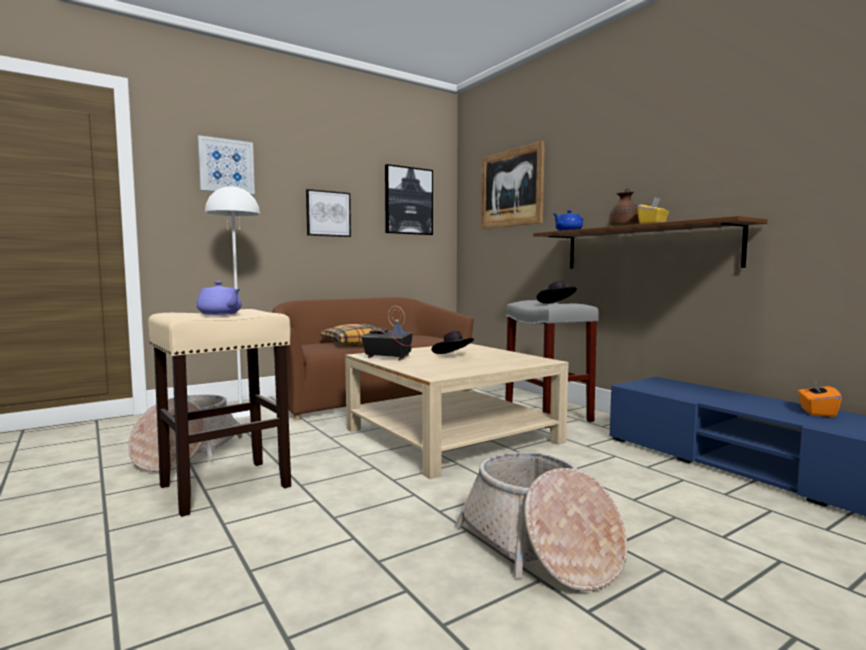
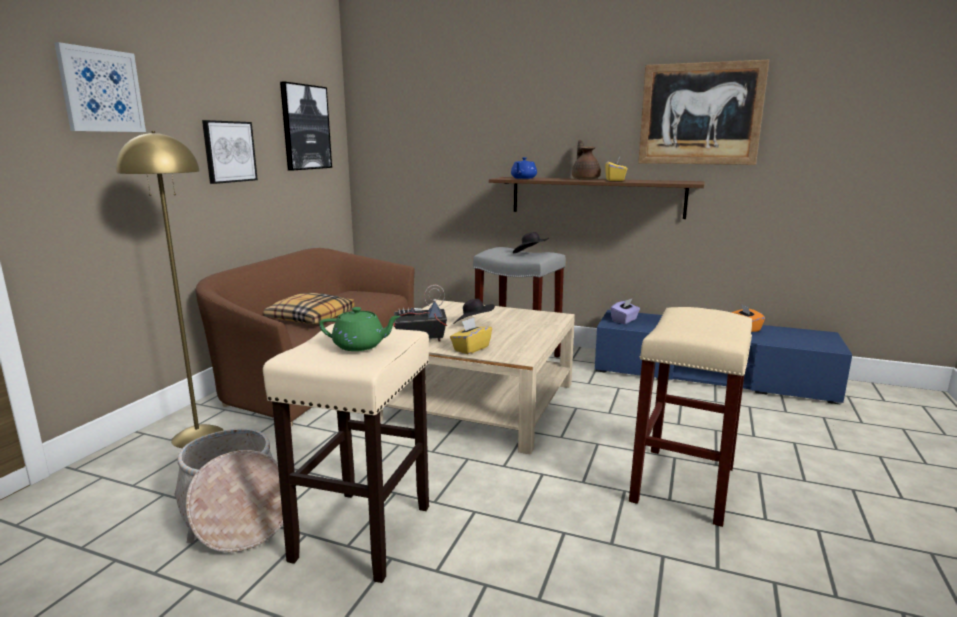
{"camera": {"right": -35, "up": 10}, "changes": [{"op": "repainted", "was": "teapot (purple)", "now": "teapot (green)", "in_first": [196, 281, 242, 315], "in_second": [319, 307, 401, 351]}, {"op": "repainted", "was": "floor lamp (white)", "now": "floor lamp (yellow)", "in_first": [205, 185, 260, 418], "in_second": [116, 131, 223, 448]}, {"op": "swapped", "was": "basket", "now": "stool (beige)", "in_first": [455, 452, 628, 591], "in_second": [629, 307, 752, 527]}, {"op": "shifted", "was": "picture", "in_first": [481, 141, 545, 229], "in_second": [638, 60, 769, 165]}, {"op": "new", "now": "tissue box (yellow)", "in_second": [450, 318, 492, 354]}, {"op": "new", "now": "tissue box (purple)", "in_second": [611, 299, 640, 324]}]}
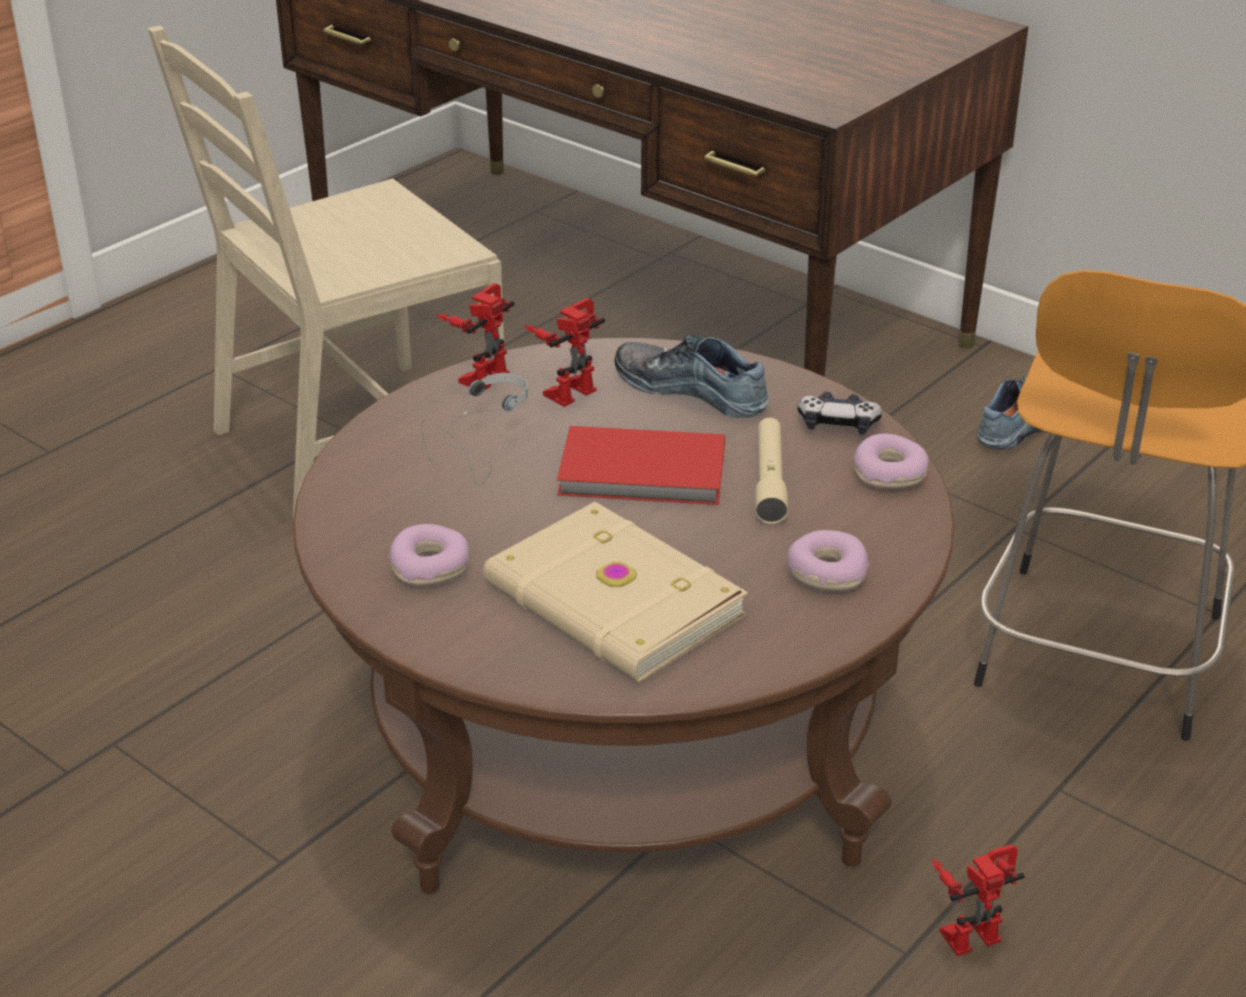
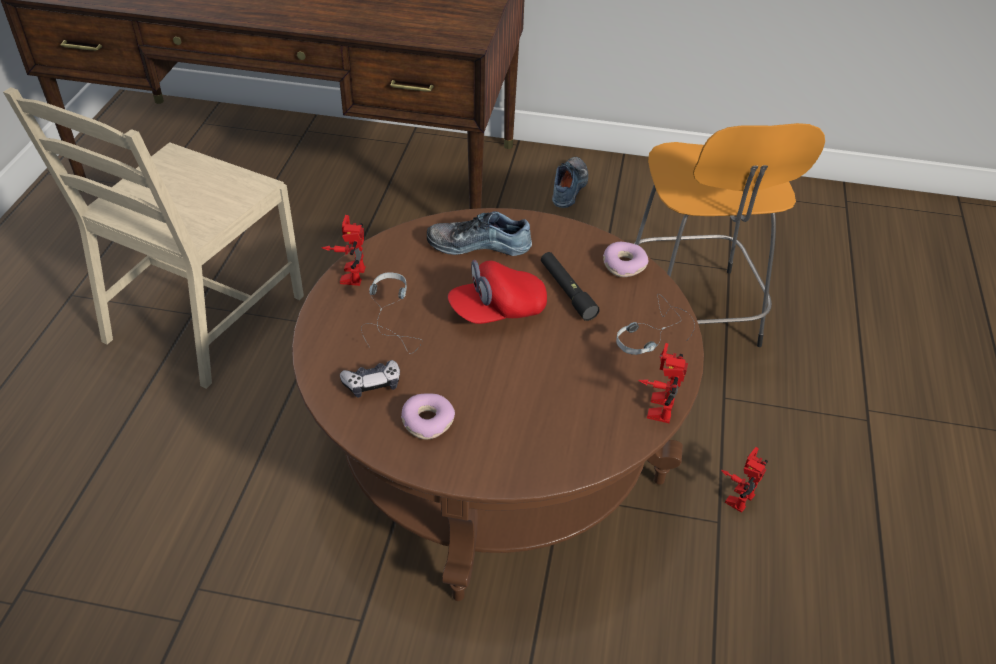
{"camera": {"right": -30, "up": 10}, "changes": [{"op": "gone", "was": "book (beige)", "in_first": [483, 502, 748, 683]}, {"op": "shifted", "was": "toy robot", "in_first": [524, 298, 605, 407], "in_second": [638, 343, 688, 423]}, {"op": "swapped", "was": "book (red)", "now": "cap (red)", "in_first": [557, 426, 725, 505], "in_second": [448, 260, 547, 324]}, {"op": "repainted", "was": "flashlight (beige)", "now": "flashlight (black)", "in_first": [755, 418, 788, 524], "in_second": [541, 252, 600, 321]}, {"op": "swapped", "was": "donut", "now": "headphones", "in_first": [787, 530, 869, 591], "in_second": [616, 301, 695, 355]}, {"op": "shifted", "was": "game controller", "in_first": [797, 391, 882, 435], "in_second": [340, 360, 400, 398]}]}
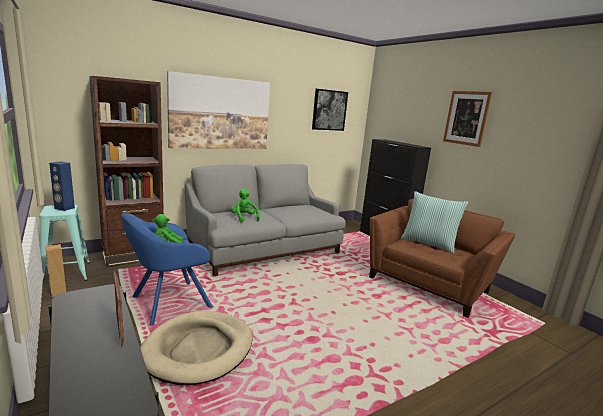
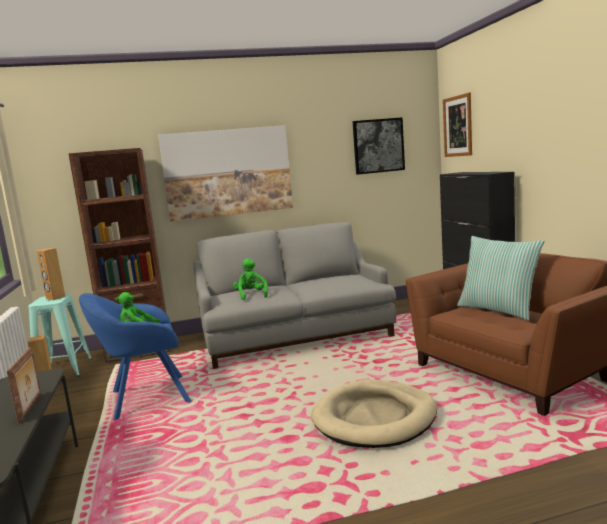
{"camera": {"right": 20, "up": -5}, "changes": [{"op": "repainted", "was": "speaker (blue)", "now": "speaker (brown)", "in_first": [49, 161, 75, 211], "in_second": [37, 248, 65, 300]}, {"op": "shifted", "was": "dog bed (beige)", "in_first": [140, 311, 252, 385], "in_second": [311, 379, 437, 448]}, {"op": "shifted", "was": "picture", "in_first": [443, 91, 492, 147], "in_second": [443, 93, 472, 157]}]}
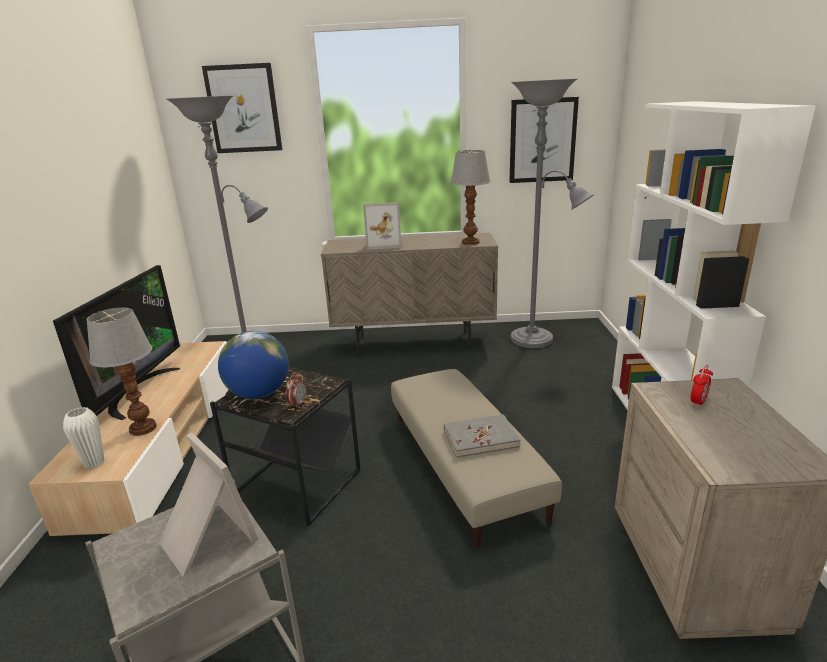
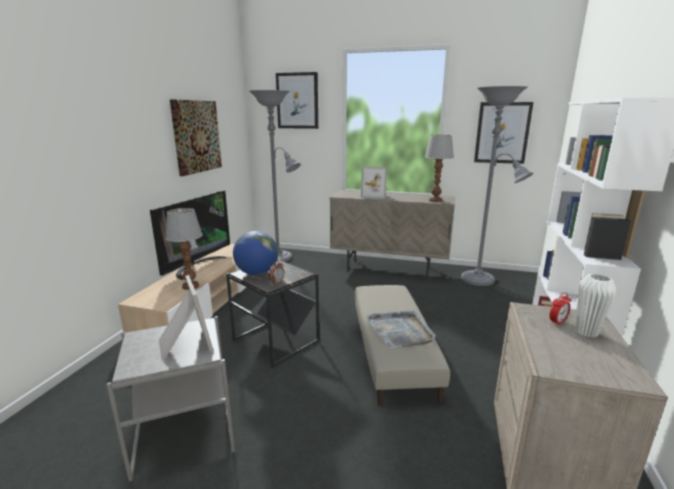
{"camera": {"right": 15, "up": -5}, "changes": [{"op": "shifted", "was": "vase (white)", "in_first": [63, 407, 104, 468], "in_second": [576, 274, 616, 338]}, {"op": "swapped", "was": "book (grey)", "now": "tray (grey)", "in_first": [444, 415, 521, 458], "in_second": [366, 310, 436, 348]}, {"op": "new", "now": "picture", "in_second": [170, 99, 222, 176]}]}
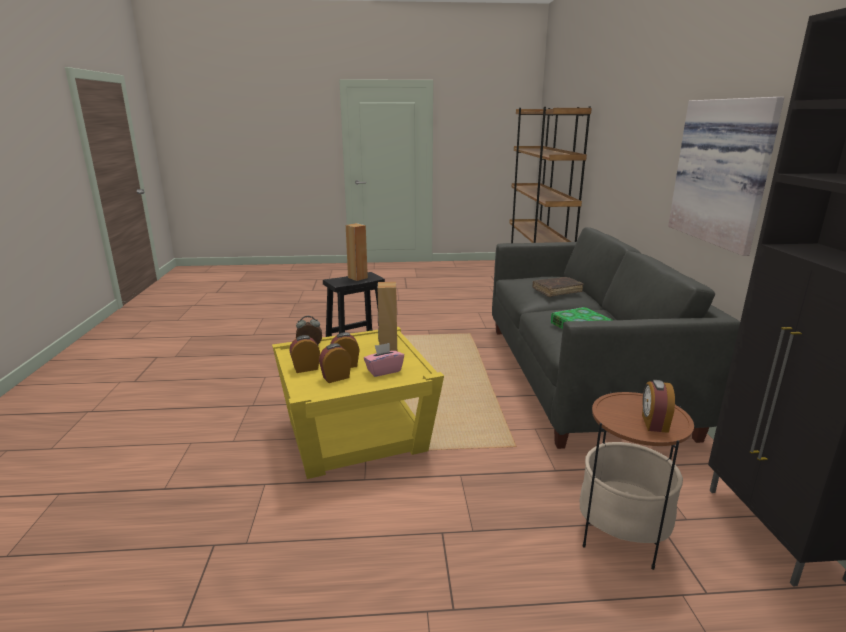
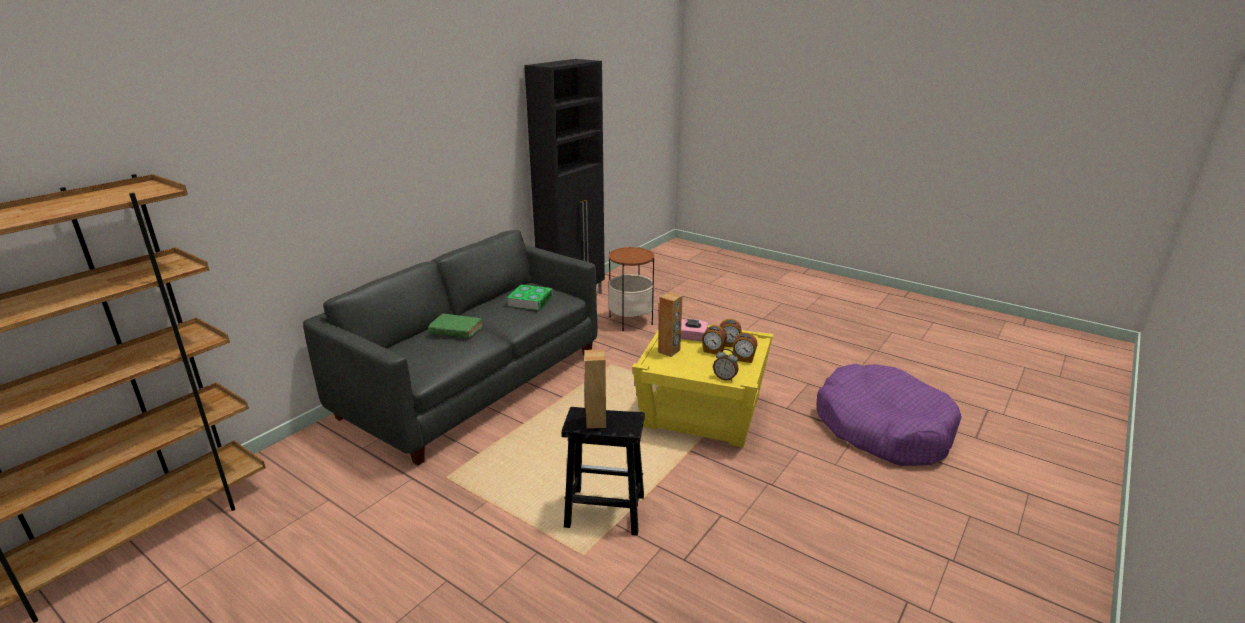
{"camera": {"right": -140, "up": 5}, "changes": [{"op": "repainted", "was": "book (brown)", "now": "book (green)", "in_first": [533, 277, 583, 297], "in_second": [428, 314, 482, 338]}, {"op": "gone", "was": "alarm clock", "in_first": [642, 380, 675, 433]}, {"op": "gone", "was": "picture", "in_first": [668, 97, 784, 256]}, {"op": "new", "now": "dog bed (purple)", "in_second": [817, 364, 962, 466]}]}
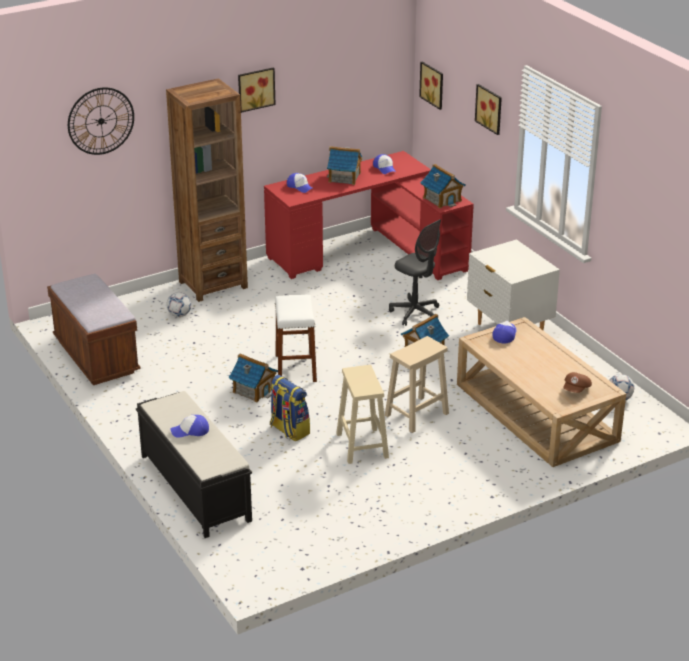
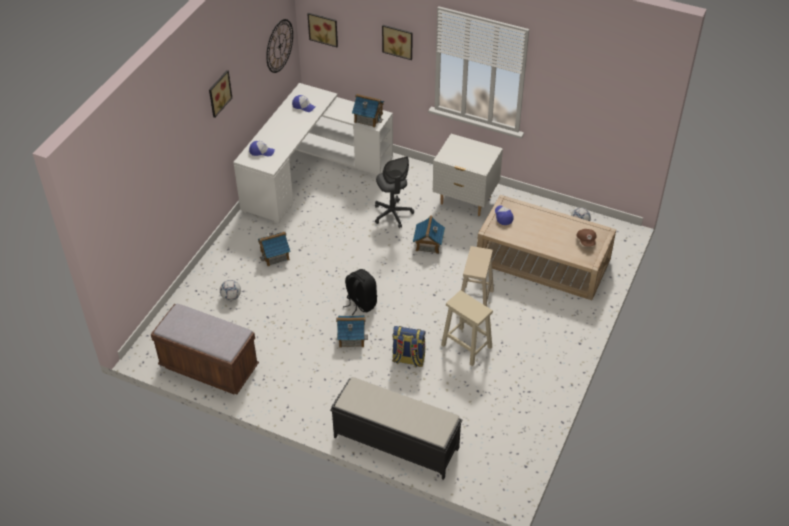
{"camera": {"right": -35, "up": 15}, "changes": [{"op": "shifted", "was": "wall clock", "in_first": [68, 87, 134, 155], "in_second": [266, 19, 293, 73]}, {"op": "gone", "was": "bookcase (brown)", "in_first": [166, 78, 248, 302]}, {"op": "gone", "was": "cap", "in_first": [170, 415, 209, 438]}, {"op": "repainted", "was": "desk (red)", "now": "desk (white)", "in_first": [264, 151, 474, 280], "in_second": [233, 83, 393, 224]}, {"op": "swapped", "was": "stool (white)", "now": "backpack (black)", "in_first": [275, 295, 317, 382], "in_second": [343, 269, 377, 316]}, {"op": "shifted", "was": "toy house", "in_first": [327, 146, 363, 185], "in_second": [258, 232, 290, 266]}, {"op": "rotated", "was": "office chair (grey)", "in_first": [389, 219, 441, 326], "in_second": [375, 156, 414, 228], "clockwise": 60}]}
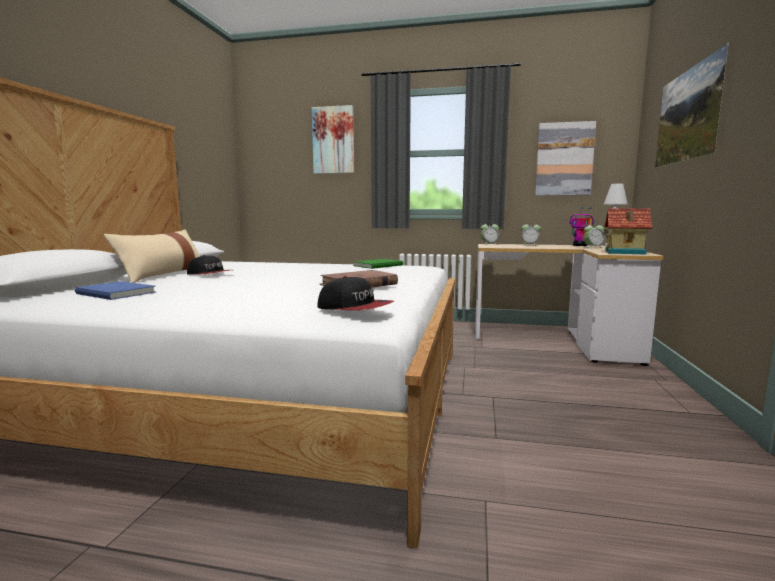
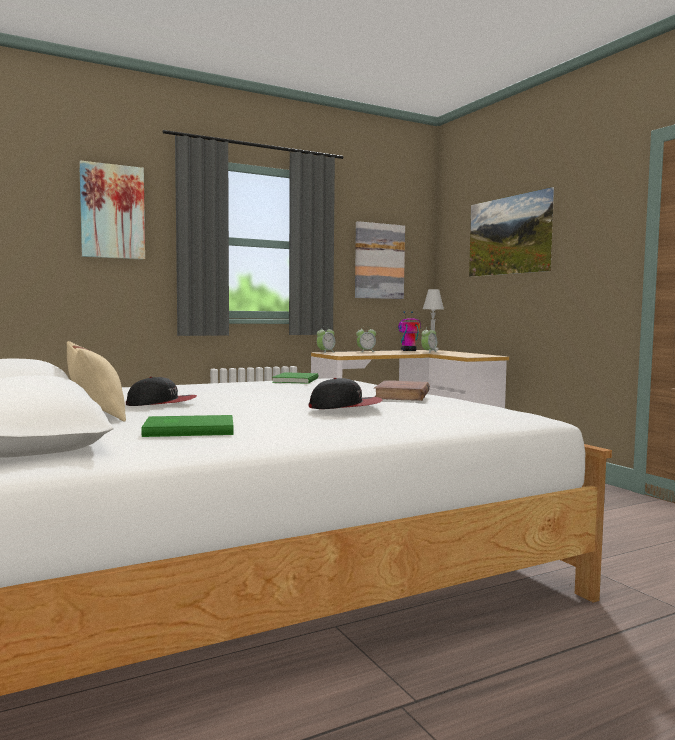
{"camera": {"right": -40, "up": -5}, "changes": [{"op": "repainted", "was": "book (blue)", "now": "book (green)", "in_first": [75, 281, 156, 300], "in_second": [141, 415, 234, 437]}, {"op": "shifted", "was": "cap", "in_first": [318, 276, 394, 310], "in_second": [309, 378, 382, 409]}, {"op": "gone", "was": "toy house", "in_first": [604, 208, 652, 254]}]}
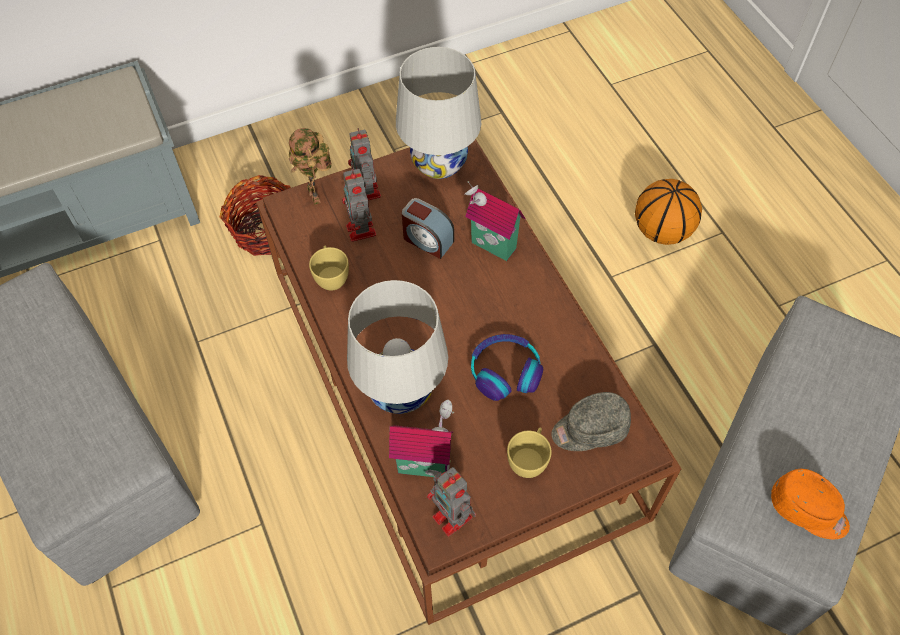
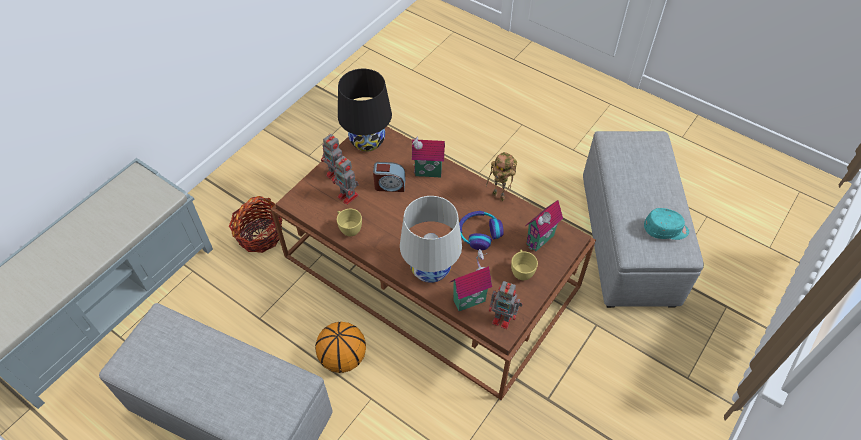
{"camera": {"right": -30, "up": -5}, "changes": [{"op": "shifted", "was": "toy robot", "in_first": [289, 128, 332, 205], "in_second": [486, 152, 517, 201]}, {"op": "repainted", "was": "table lamp (white)", "now": "table lamp (black)", "in_first": [396, 47, 481, 179], "in_second": [338, 69, 392, 152]}, {"op": "swapped", "was": "cap (grey)", "now": "toy house", "in_first": [551, 392, 631, 451], "in_second": [525, 200, 563, 252]}, {"op": "shifted", "was": "basketball", "in_first": [635, 179, 702, 245], "in_second": [315, 322, 366, 373]}, {"op": "repainted", "was": "cap (orange)", "now": "cap (turquoise)", "in_first": [771, 469, 850, 539], "in_second": [644, 208, 689, 240]}]}
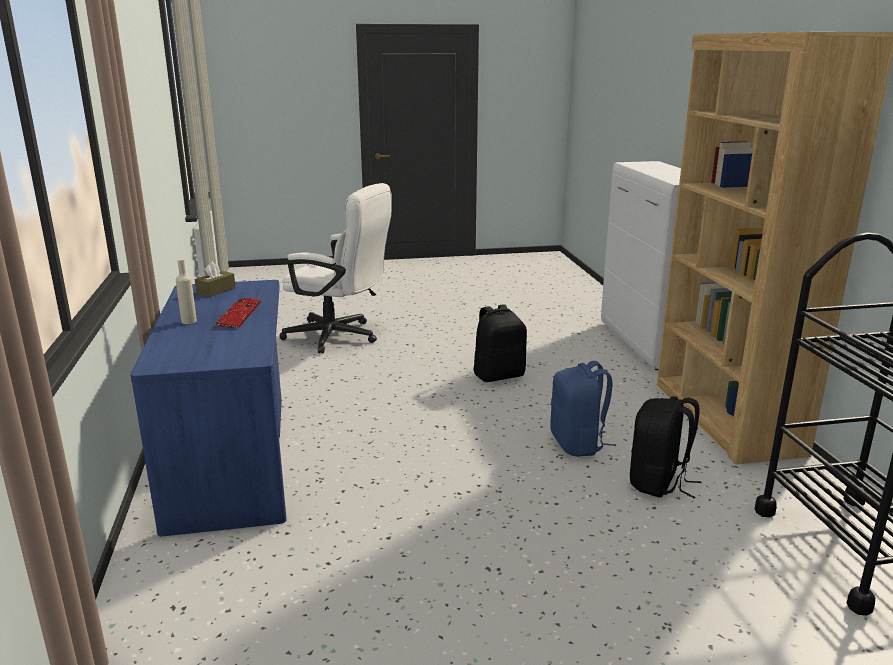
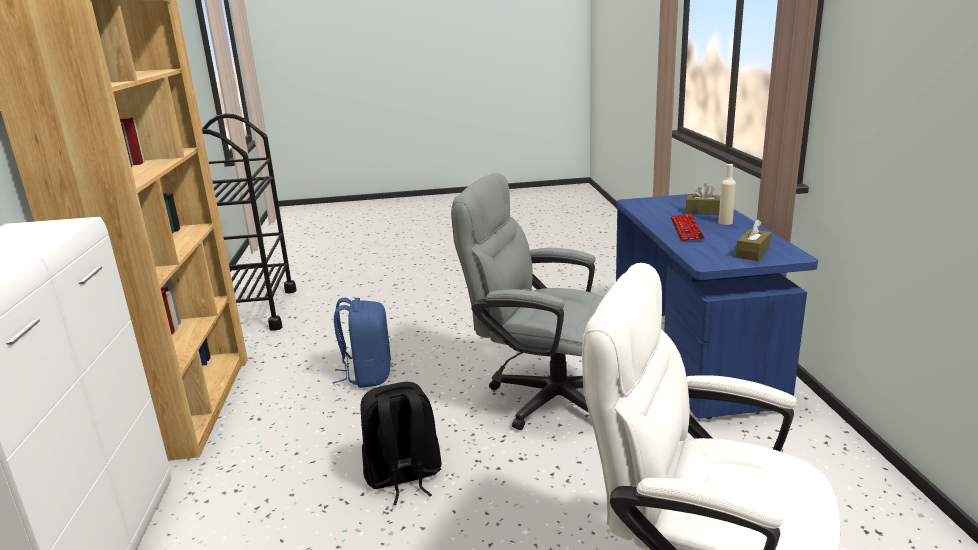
{"camera": {"right": -175, "up": 0}, "changes": [{"op": "gone", "was": "backpack (black)", "in_first": [630, 396, 702, 499]}, {"op": "new", "now": "office chair (grey)", "in_second": [451, 173, 604, 430]}, {"op": "new", "now": "tissue box (brown)", "in_second": [686, 183, 720, 215]}]}
